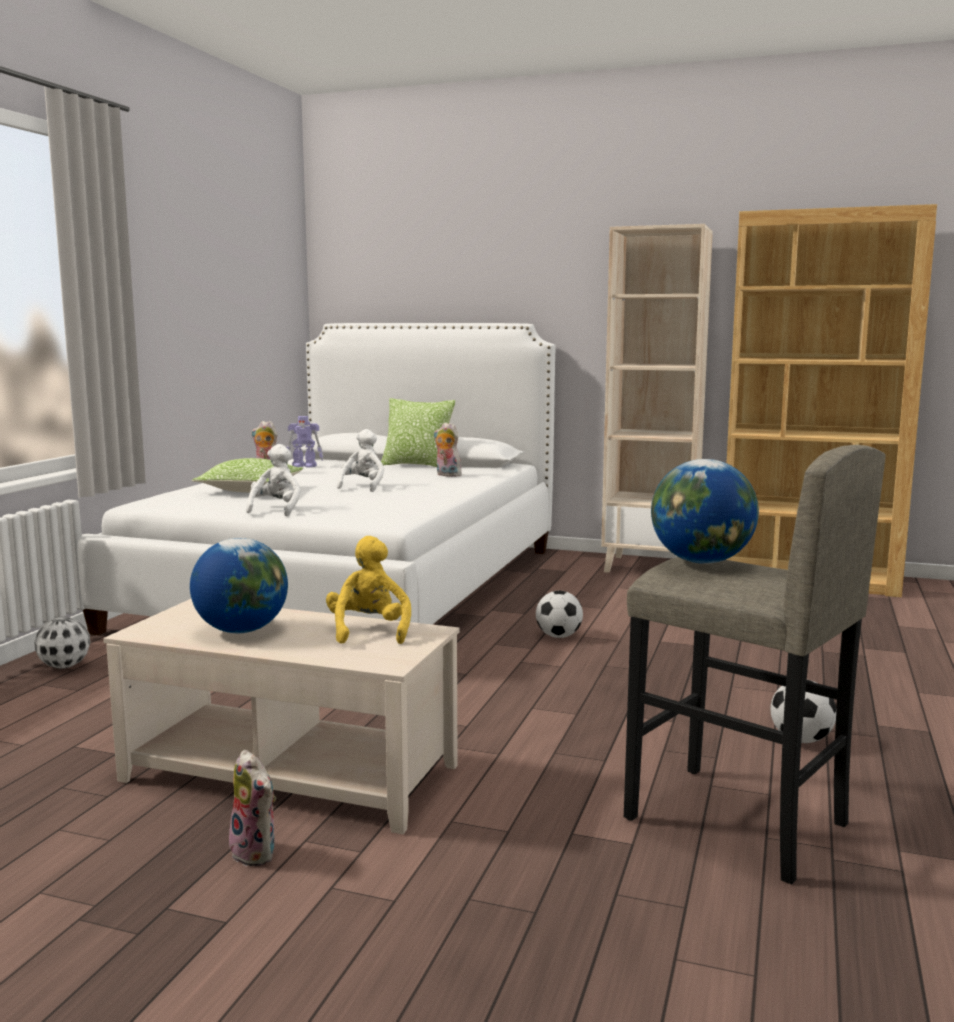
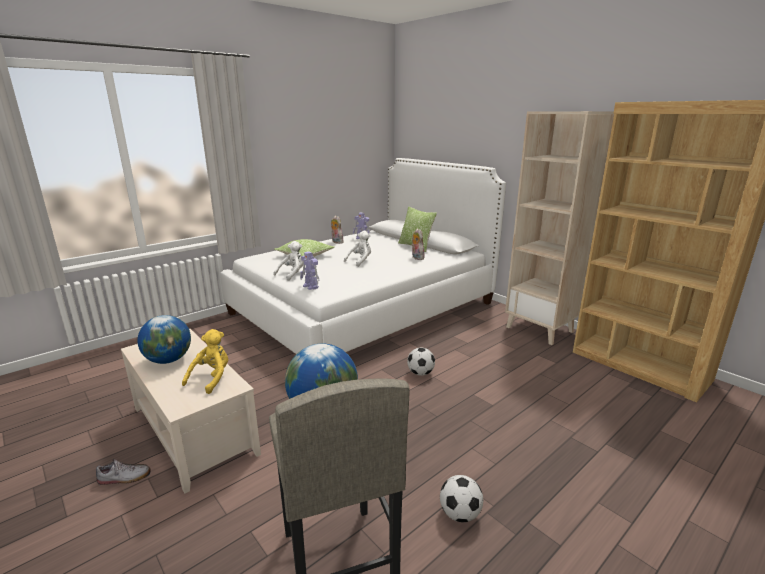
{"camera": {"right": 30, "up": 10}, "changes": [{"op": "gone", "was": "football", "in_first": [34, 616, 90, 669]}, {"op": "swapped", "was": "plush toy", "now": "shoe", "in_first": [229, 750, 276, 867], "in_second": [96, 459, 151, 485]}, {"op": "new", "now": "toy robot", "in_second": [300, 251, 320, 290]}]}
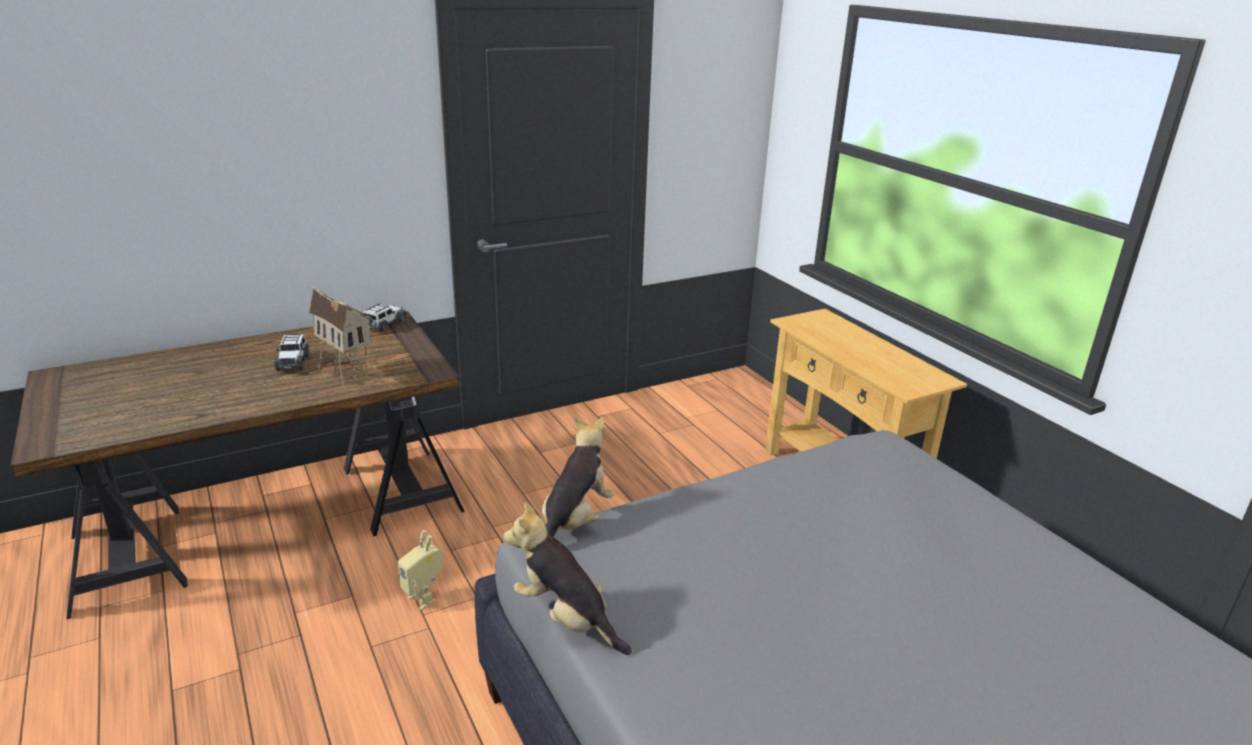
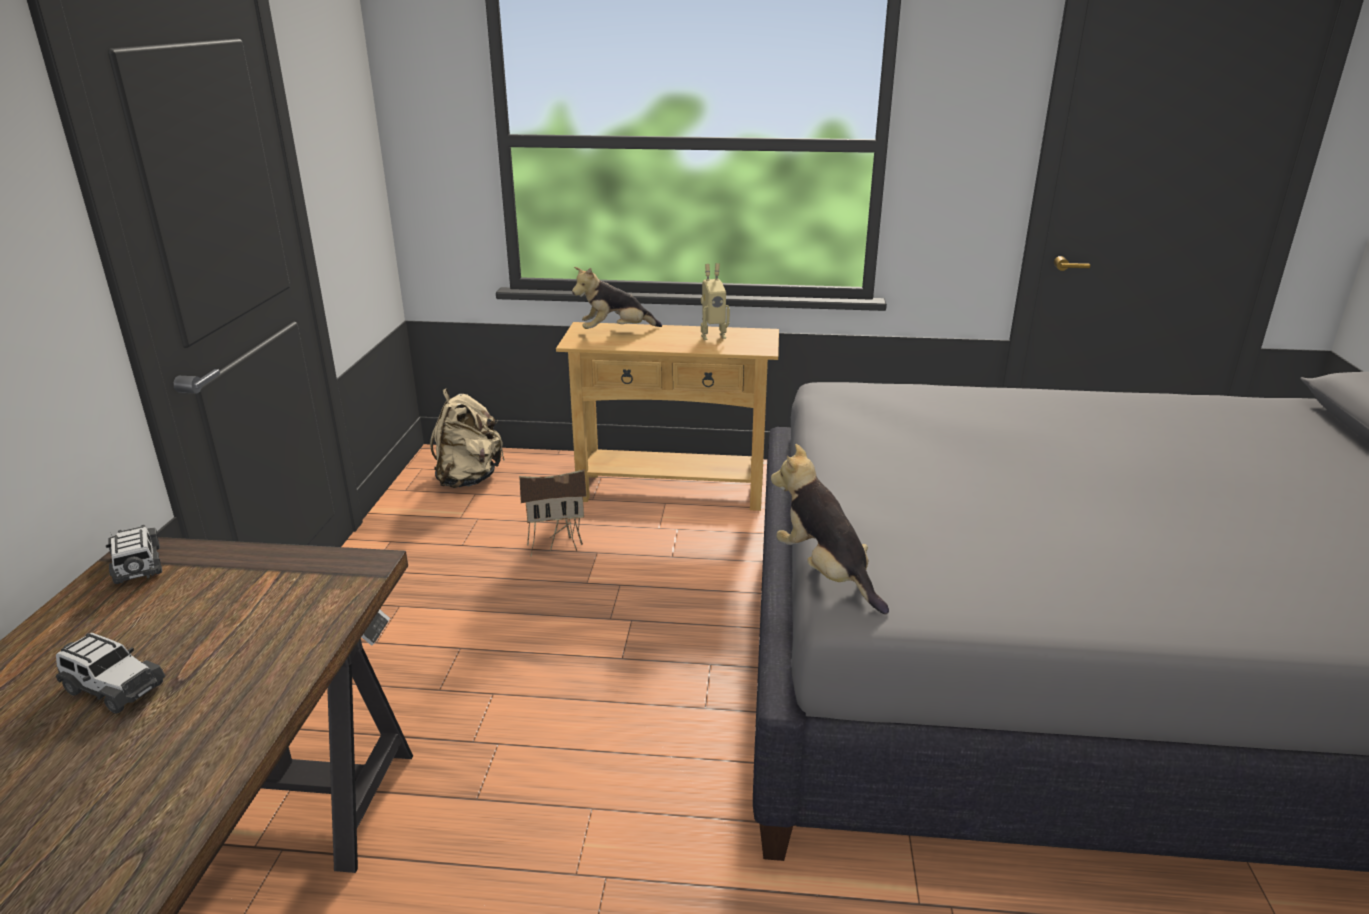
{"camera": {"right": -55, "up": 0}, "changes": [{"op": "shifted", "was": "toy house", "in_first": [309, 287, 372, 385], "in_second": [519, 469, 587, 557]}, {"op": "shifted", "was": "toy robot", "in_first": [398, 530, 444, 610], "in_second": [701, 263, 730, 340]}, {"op": "shifted", "was": "plush toy", "in_first": [503, 502, 632, 655], "in_second": [572, 267, 662, 329]}, {"op": "new", "now": "backpack (beige)", "in_second": [430, 388, 505, 488]}]}
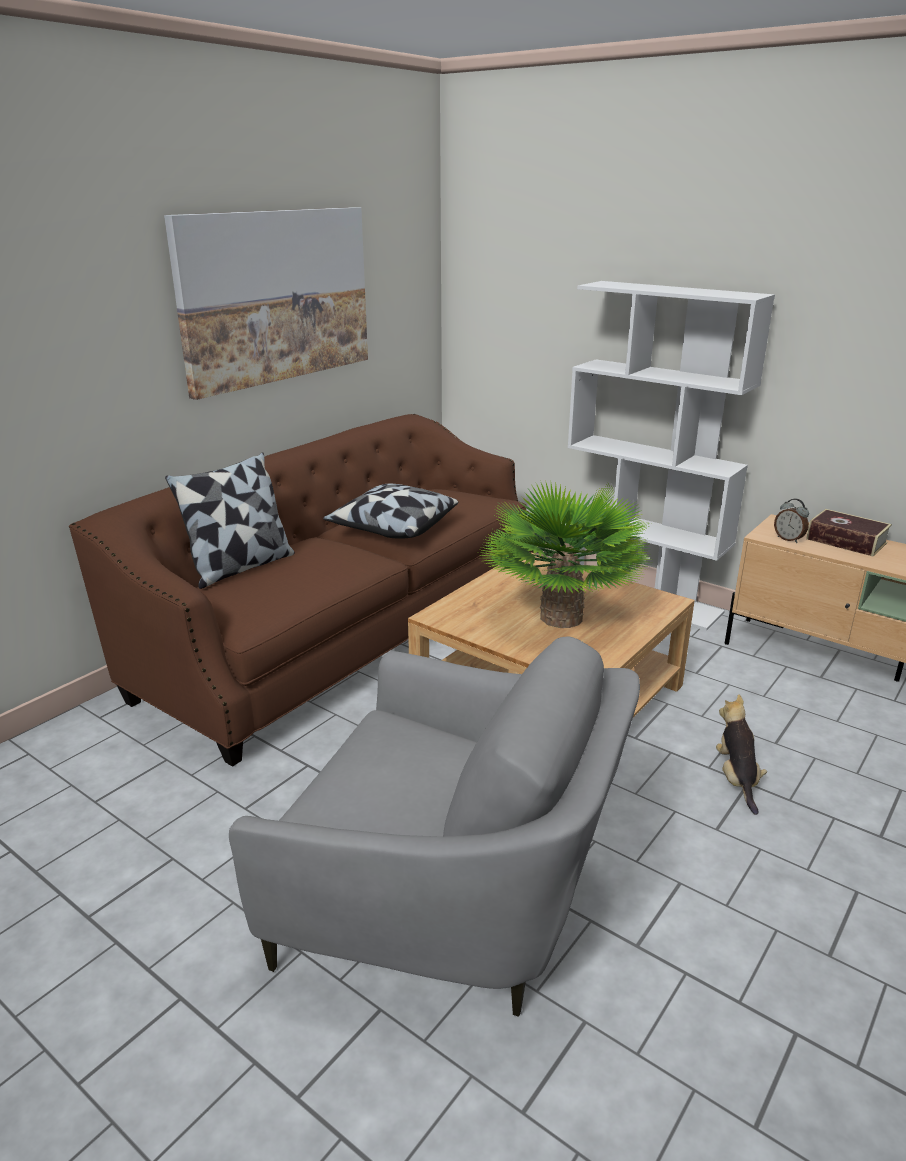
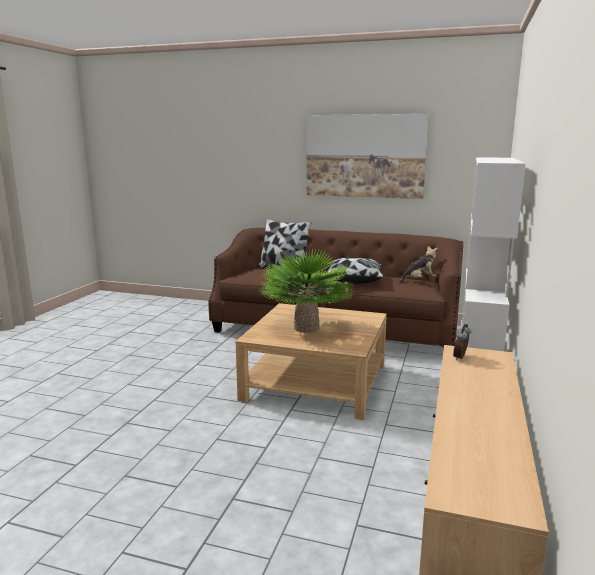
{"camera": {"right": 70, "up": -10}, "changes": [{"op": "gone", "was": "armchair (grey)", "in_first": [229, 637, 640, 1017]}, {"op": "shifted", "was": "plush toy", "in_first": [716, 694, 767, 815], "in_second": [399, 246, 438, 283]}, {"op": "gone", "was": "book", "in_first": [806, 509, 892, 556]}]}
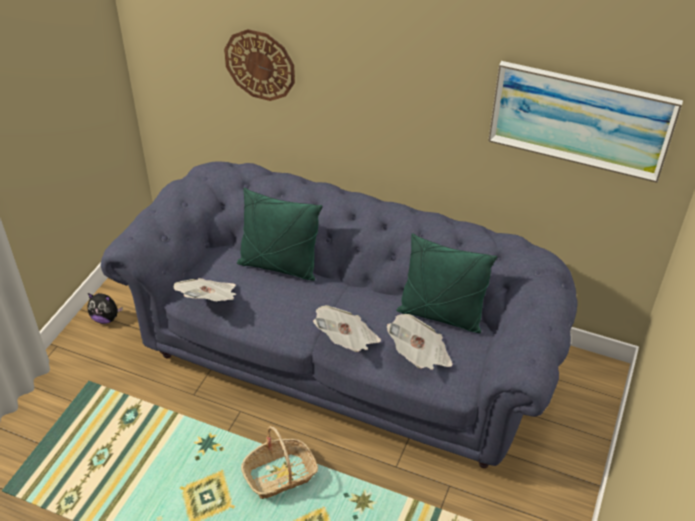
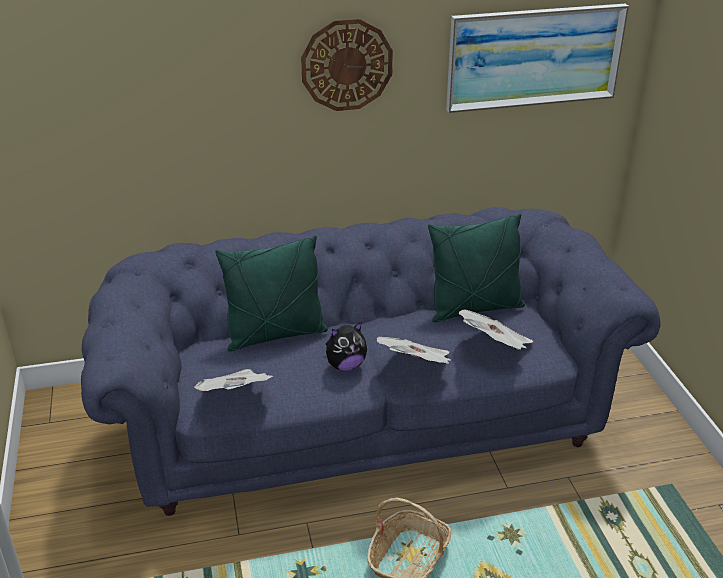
{"camera": {"right": -35, "up": -10}, "changes": [{"op": "shifted", "was": "plush toy", "in_first": [87, 293, 123, 324], "in_second": [326, 321, 367, 371]}, {"op": "shifted", "was": "wall clock", "in_first": [224, 29, 295, 101], "in_second": [301, 19, 393, 111]}]}
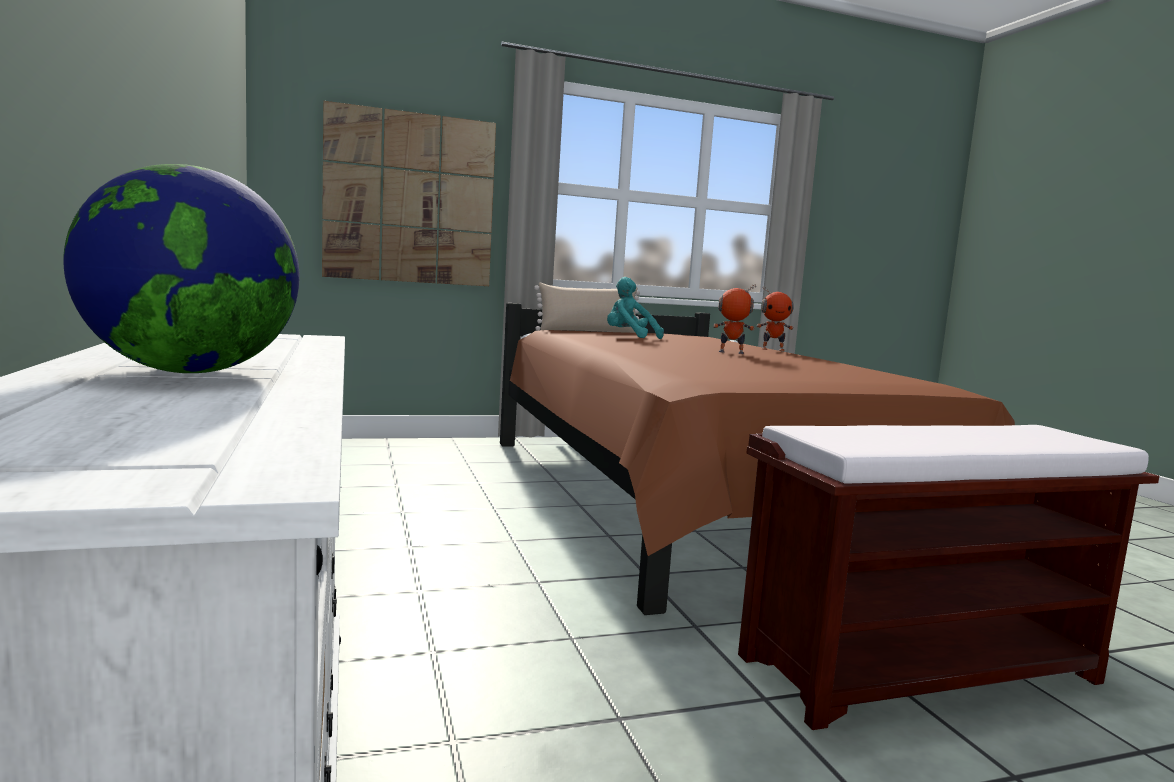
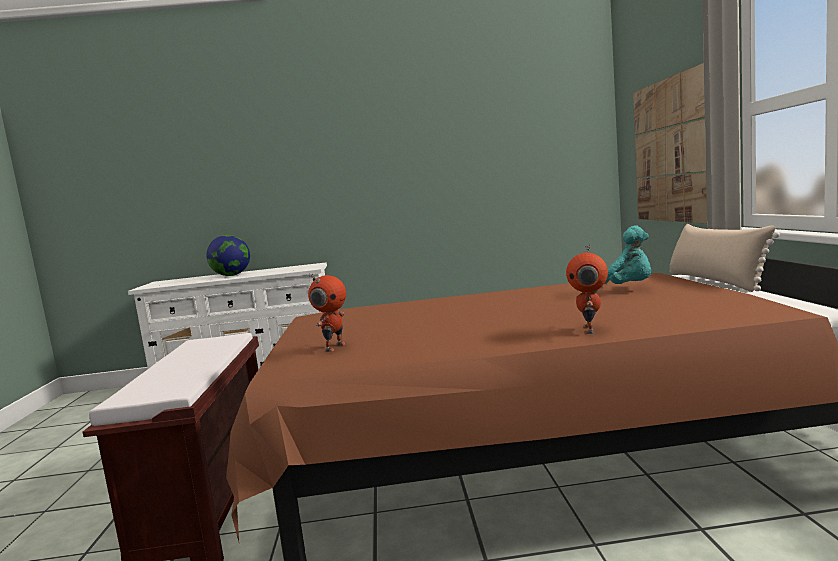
{"camera": {"right": 105, "up": 0}, "changes": [{"op": "rotated", "was": "plush toy (turquoise)", "in_first": [607, 277, 664, 339], "in_second": [593, 225, 651, 292], "clockwise": 75}, {"op": "shifted", "was": "toy robot", "in_first": [713, 284, 756, 354], "in_second": [308, 273, 346, 352]}]}
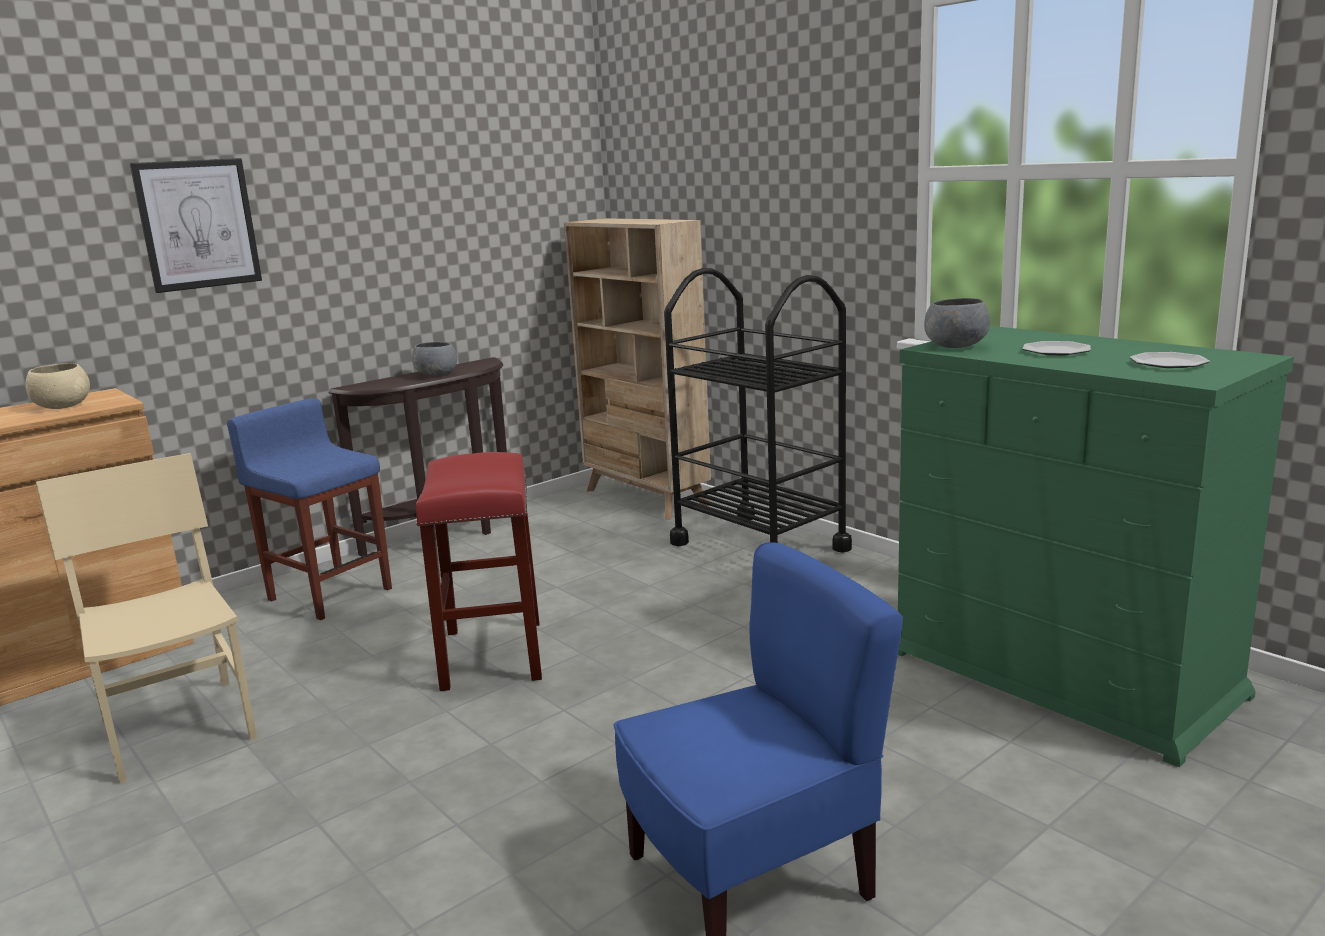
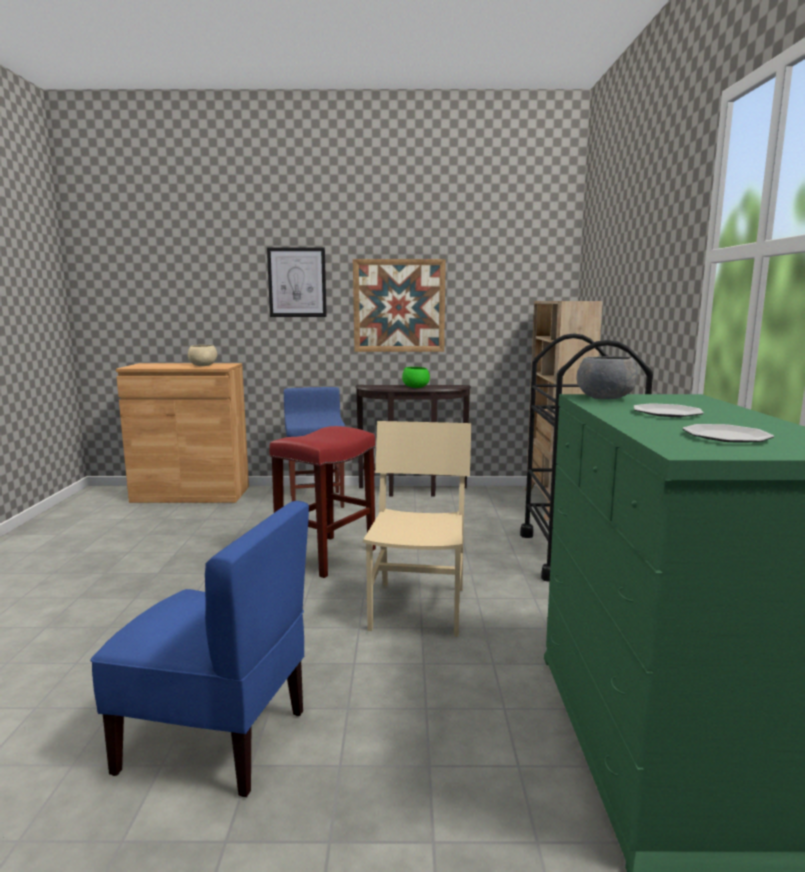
{"camera": {"right": 40, "up": -5}, "changes": [{"op": "shifted", "was": "chair (beige)", "in_first": [36, 453, 257, 784], "in_second": [363, 421, 471, 637]}, {"op": "repainted", "was": "bowl (grey)", "now": "bowl (green)", "in_first": [412, 342, 457, 376], "in_second": [402, 367, 430, 388]}, {"op": "new", "now": "picture", "in_second": [353, 259, 446, 352]}]}
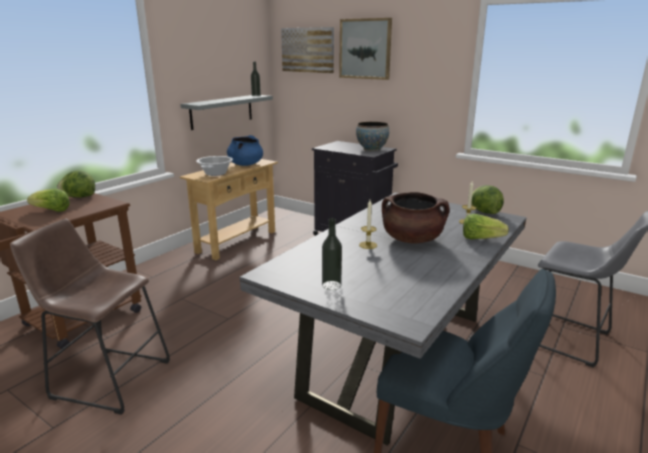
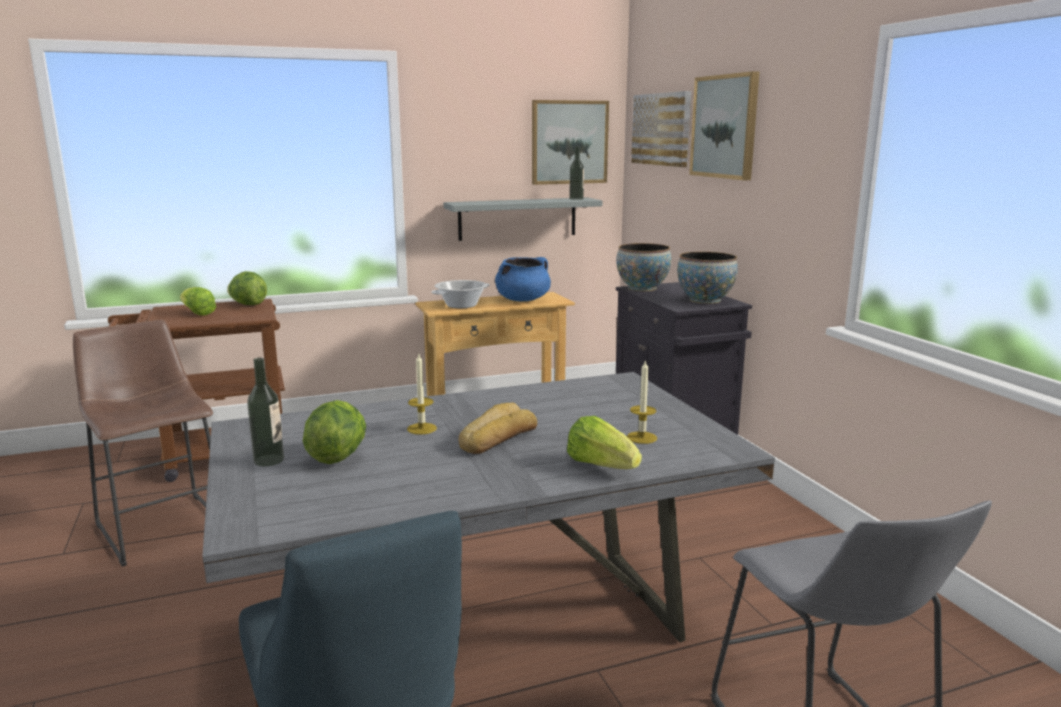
{"camera": {"right": 35, "up": -5}, "changes": [{"op": "swapped", "was": "cooking pot (brown)", "now": "bread", "in_first": [382, 192, 450, 243], "in_second": [458, 402, 537, 454]}, {"op": "shifted", "was": "lettuce", "in_first": [468, 185, 504, 214], "in_second": [303, 400, 366, 464]}, {"op": "new", "now": "picture", "in_second": [532, 100, 609, 185]}, {"op": "new", "now": "bowl", "in_second": [616, 243, 671, 291]}]}
